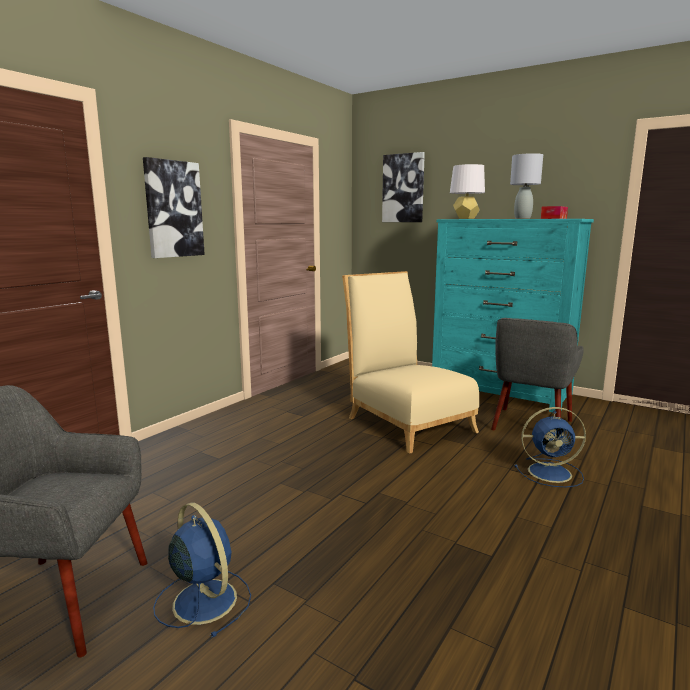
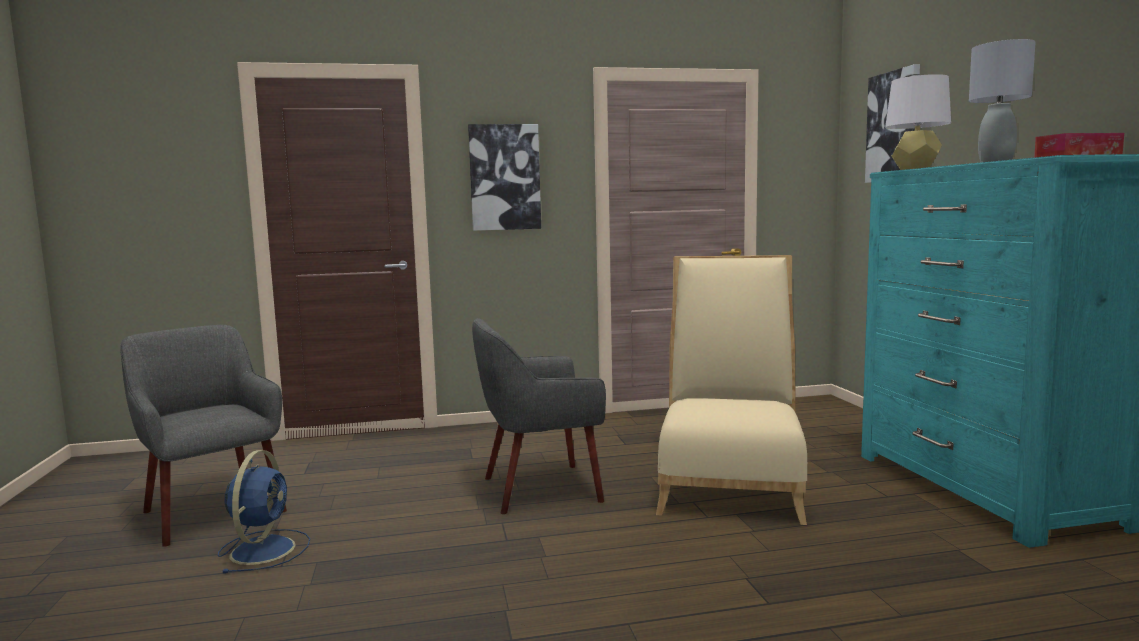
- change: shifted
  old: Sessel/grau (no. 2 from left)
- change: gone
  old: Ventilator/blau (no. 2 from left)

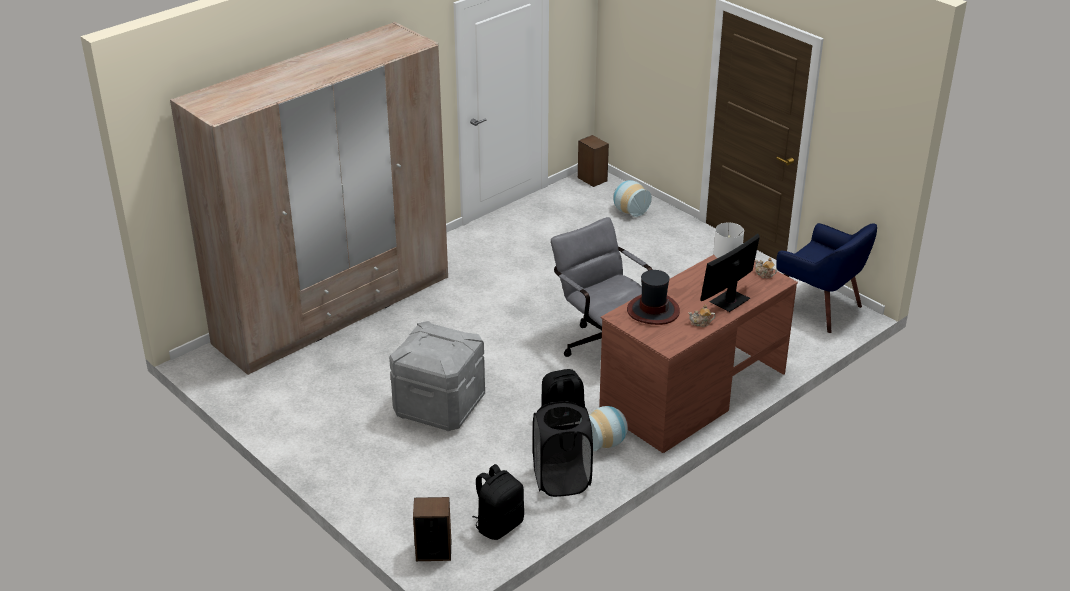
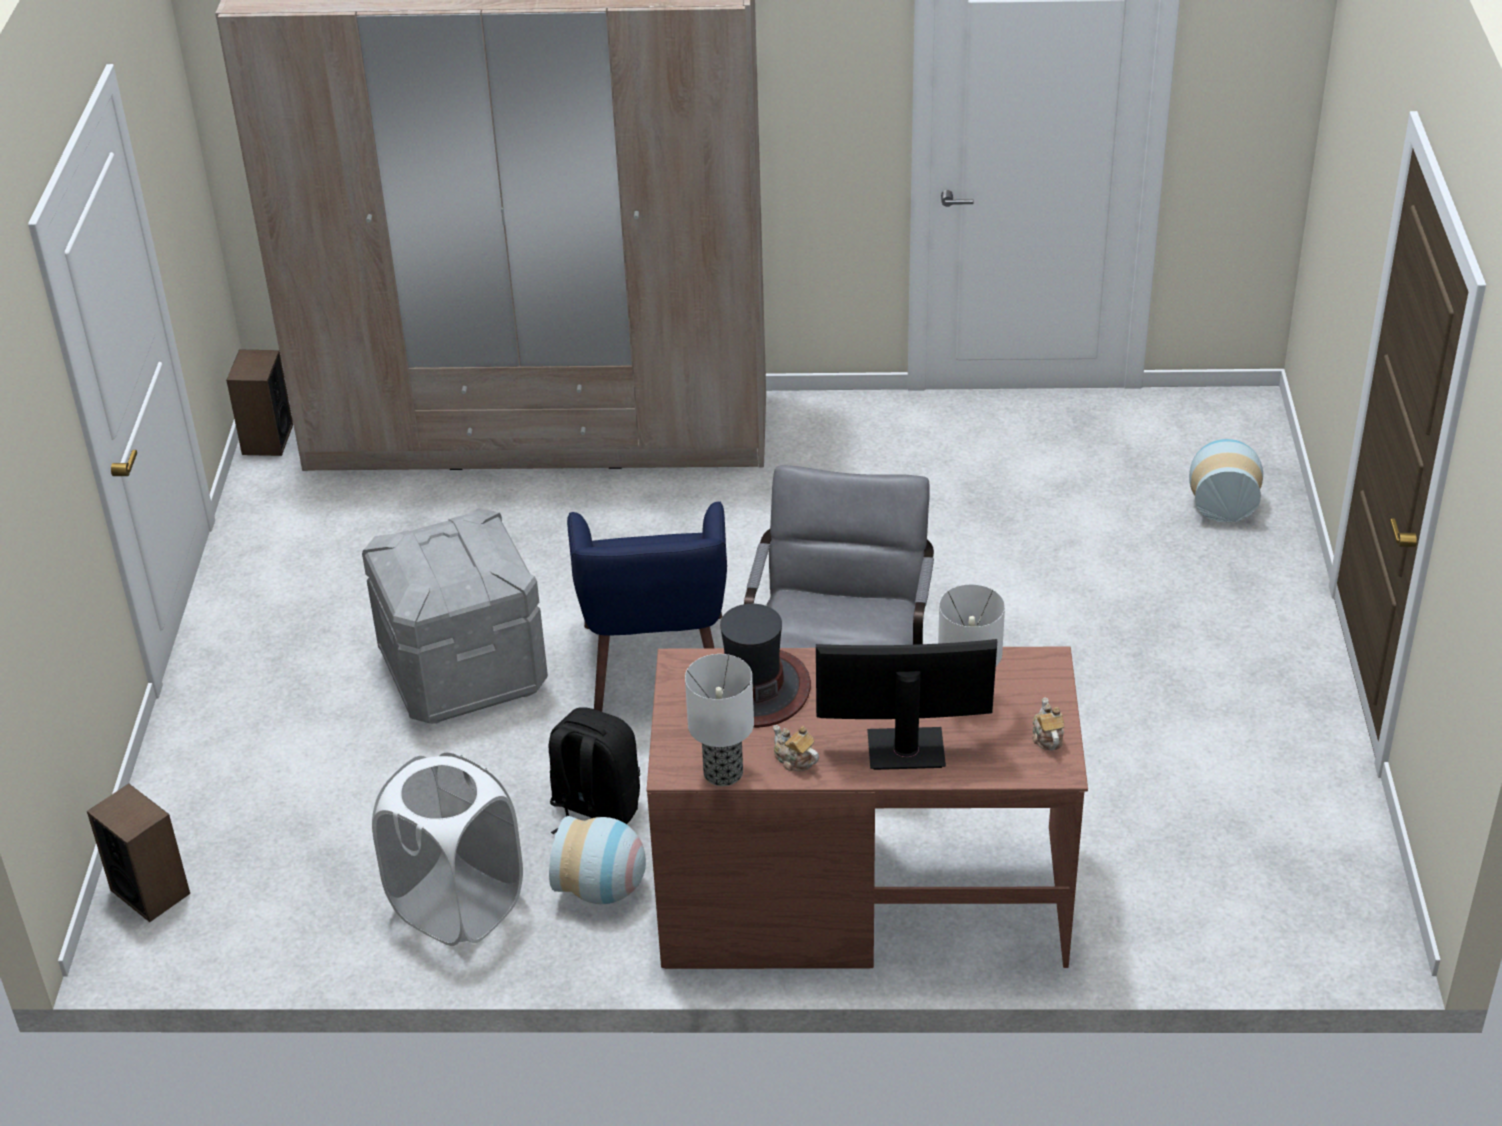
- change: shifted
  old: Lautsprecher (no. 2 from left)
- change: shifted
  old: Sessel/blau
- change: repainted
  old: Wäschekorb/schwarz
  new: Wäschekorb/weiß
- change: gone
  old: Rucksack/schwarz (no. 1 from left)
- change: new
  new: Tischlampe (no. 1 from left)

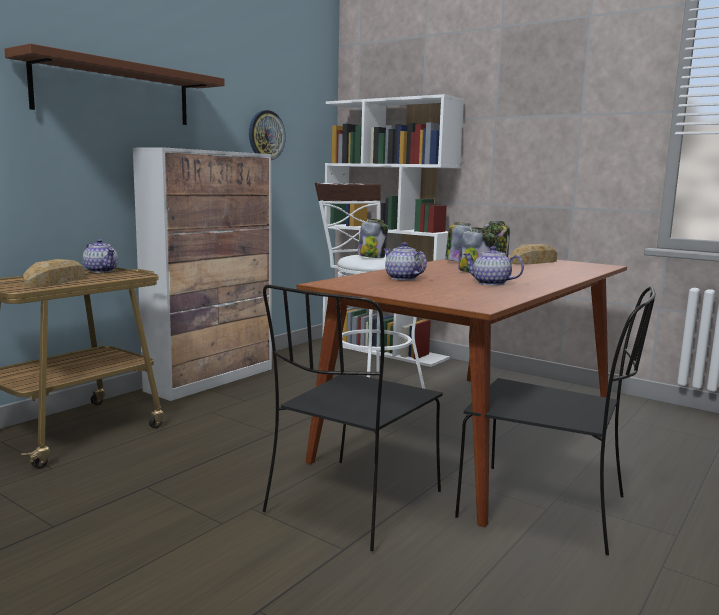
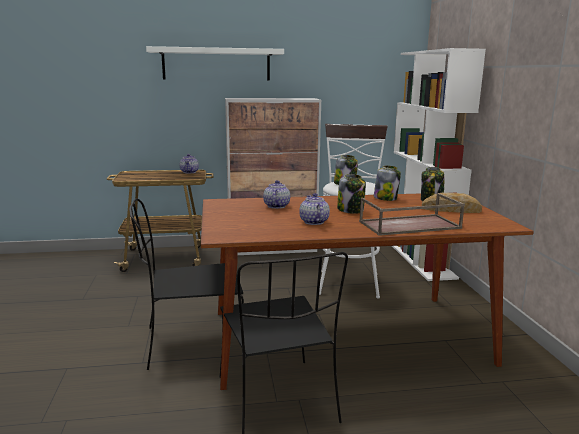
- change: repainted
  old: Wandregal/braun
  new: Wandregal/weiß
- change: gone
  old: Wanduhr
- change: gone
  old: Brot (no. 1 from left)
- change: new
  new: Tablett/braun

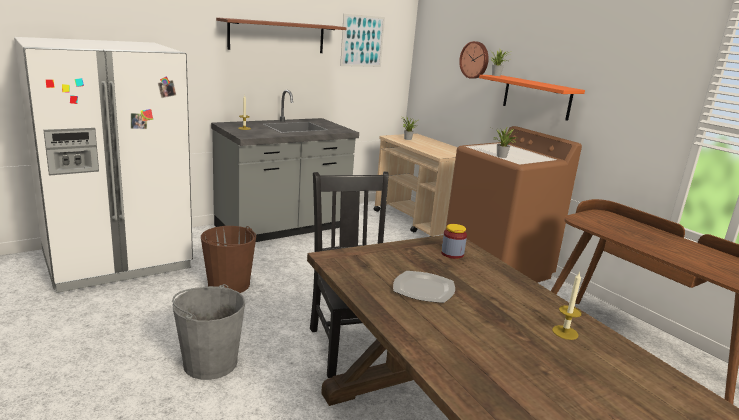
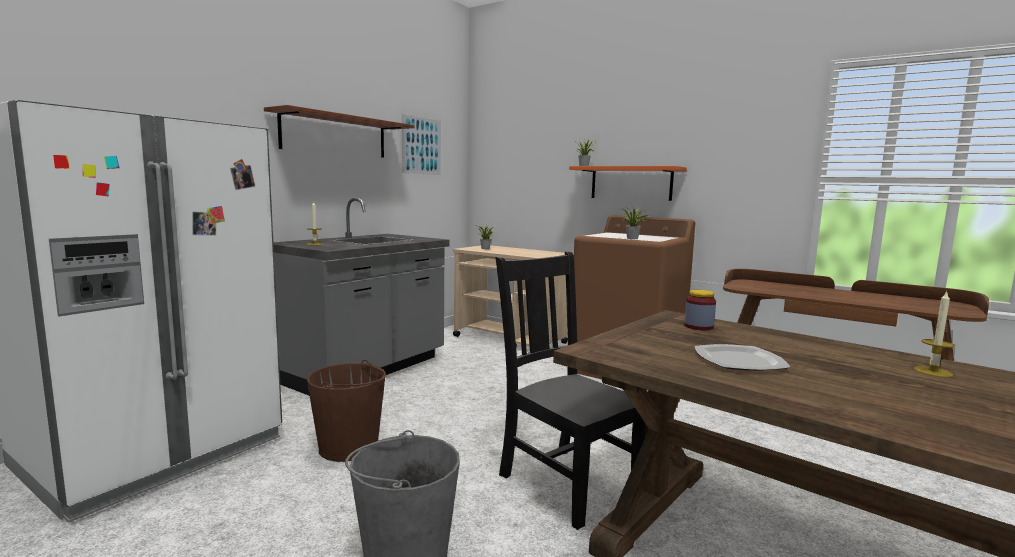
- change: gone
  old: Wanduhr

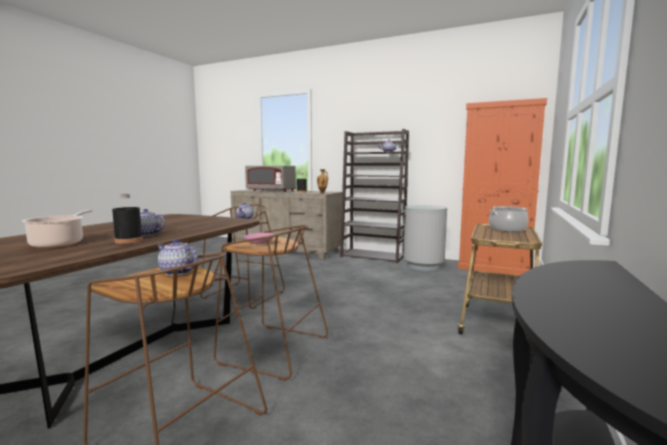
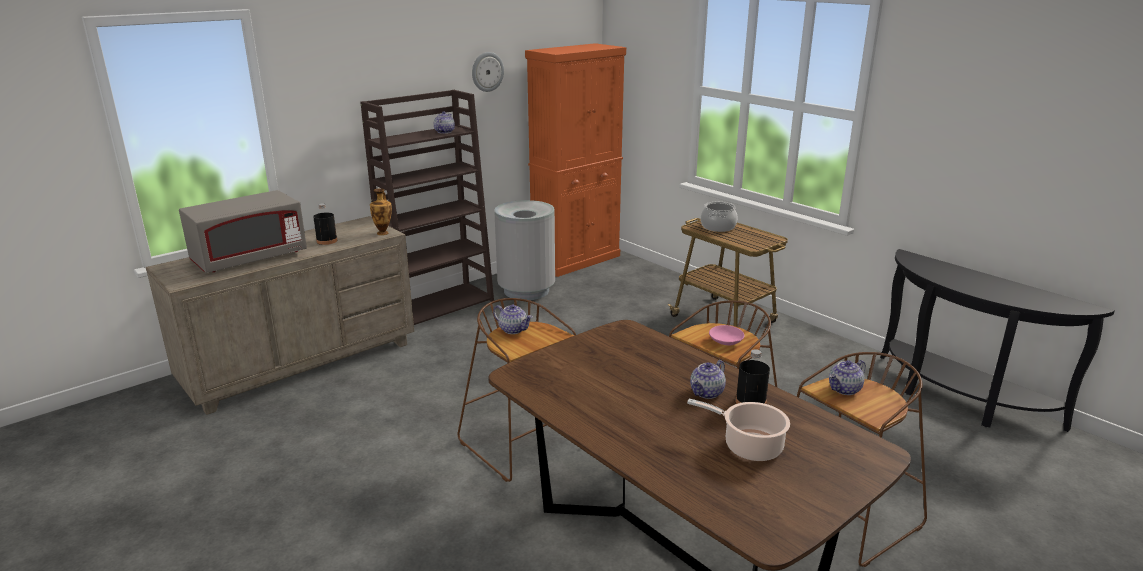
- change: new
  new: Wanduhr

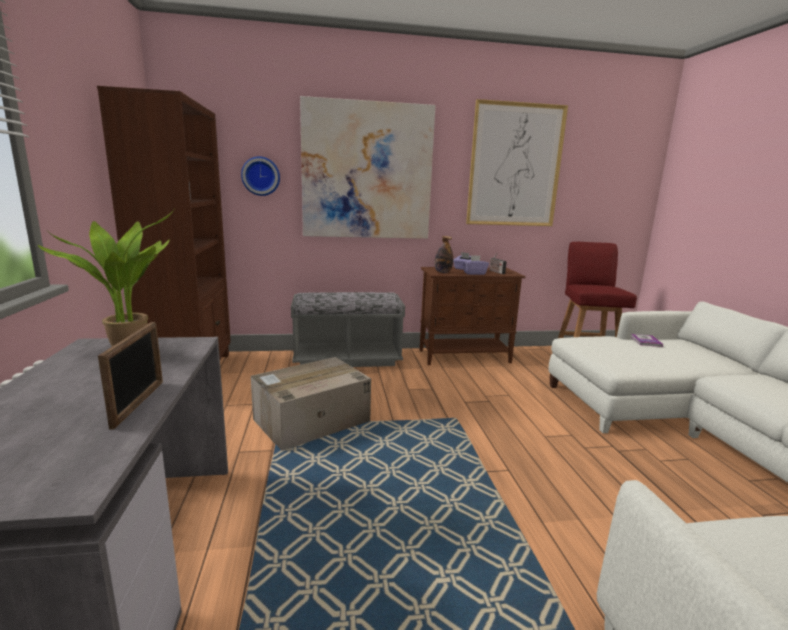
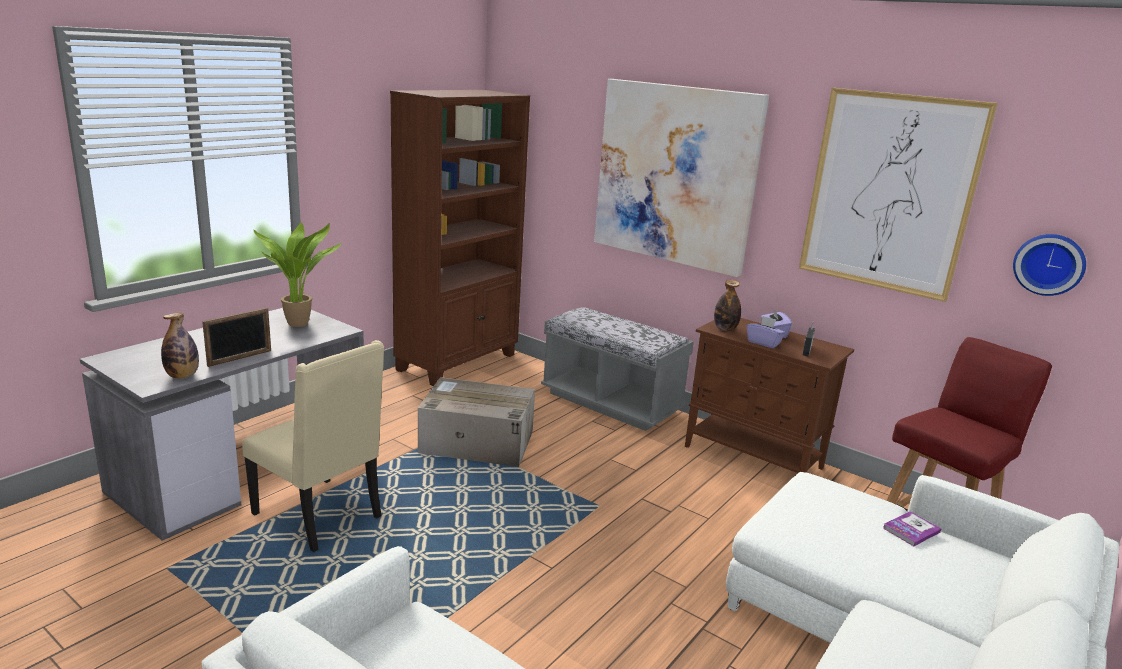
- change: shifted
  old: Wanduhr
- change: new
  new: Flasche (no. 1 from left)
- change: new
  new: Stuhl/beige

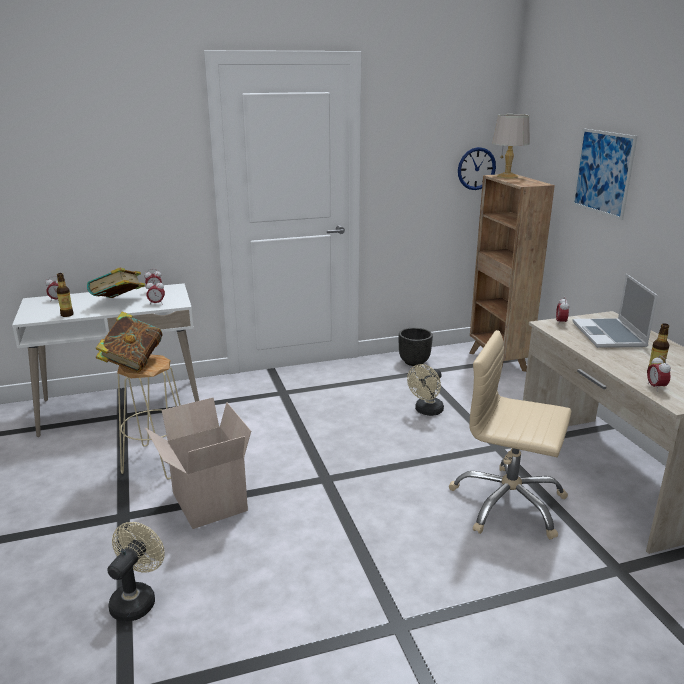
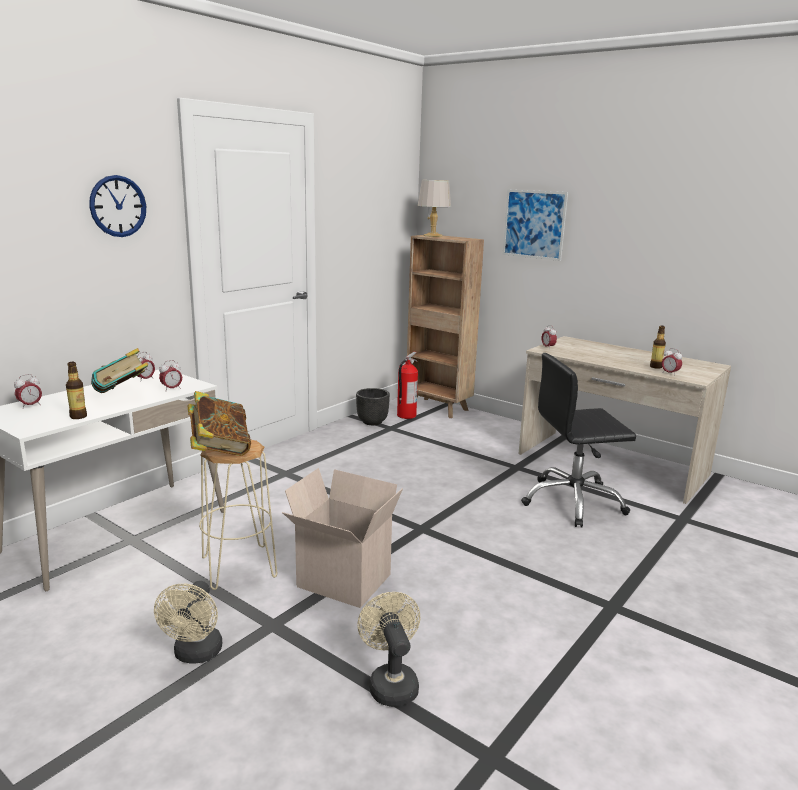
- change: shifted
  old: Wanduhr
- change: gone
  old: Laptop
- change: repainted
  old: Bürostuhl/beige
  new: Bürostuhl/schwarz
- change: shifted
  old: Ventilator/beige (no. 2 from left in the first image)
  new: Ventilator/beige (no. 1 from left)
- change: new
  new: Feuerlöscher

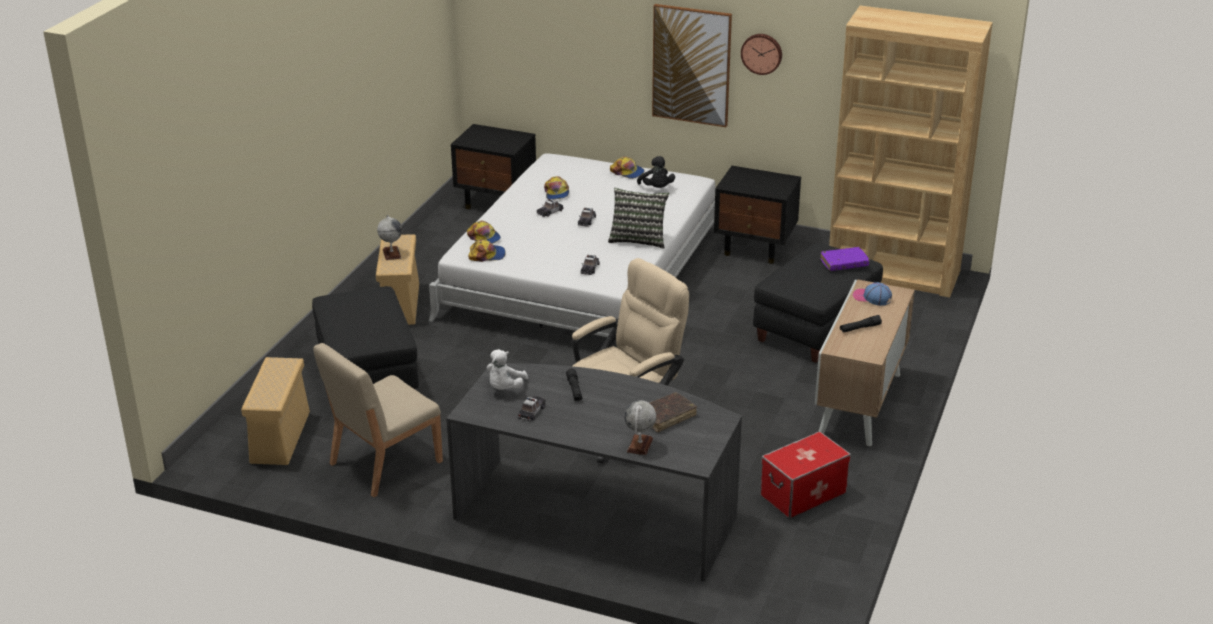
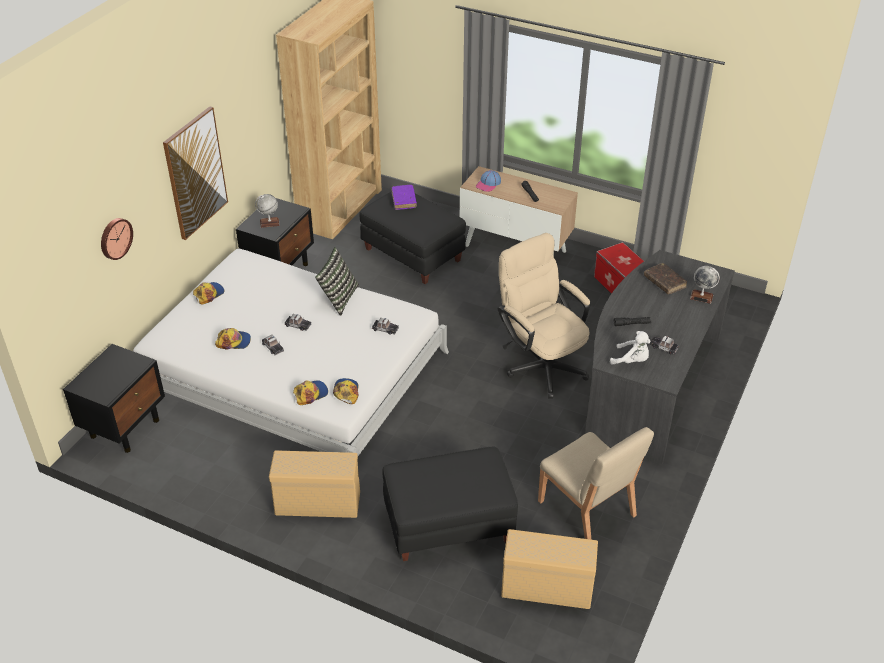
- change: shifted
  old: Wanduhr
- change: gone
  old: Plüschtier/schwarz
- change: shifted
  old: Globus (no. 1 from left)

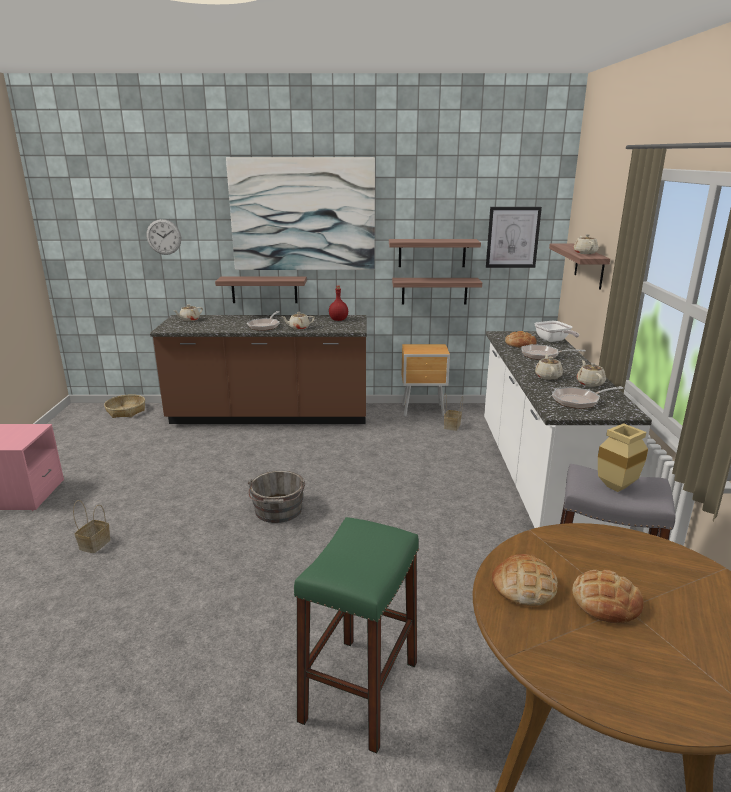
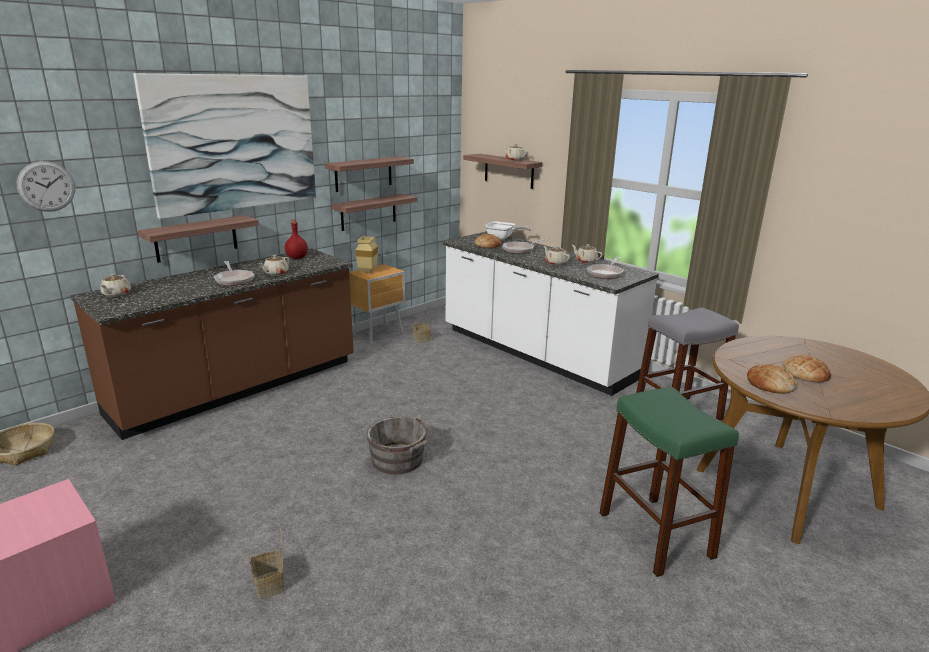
- change: gone
  old: Bild (no. 2 from left)
- change: shifted
  old: Vase/beige

